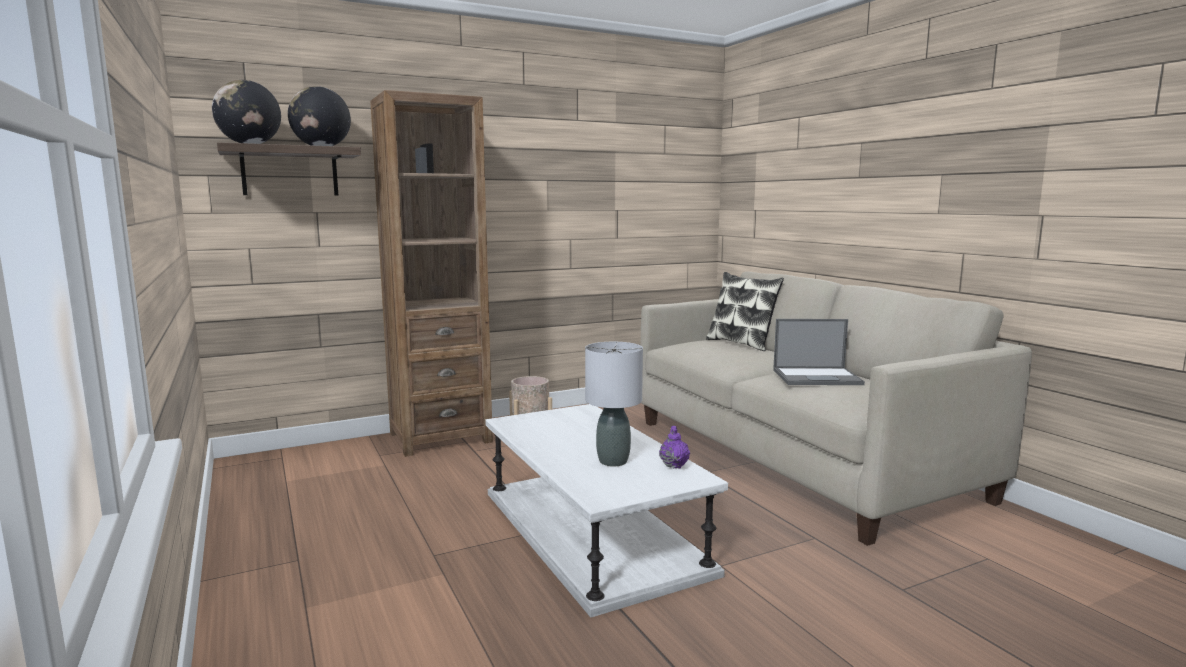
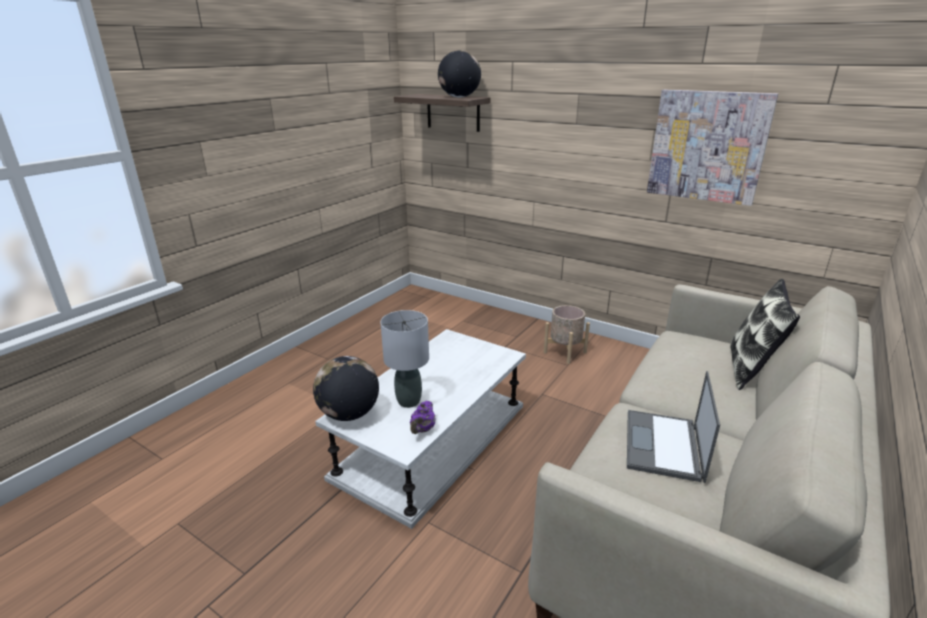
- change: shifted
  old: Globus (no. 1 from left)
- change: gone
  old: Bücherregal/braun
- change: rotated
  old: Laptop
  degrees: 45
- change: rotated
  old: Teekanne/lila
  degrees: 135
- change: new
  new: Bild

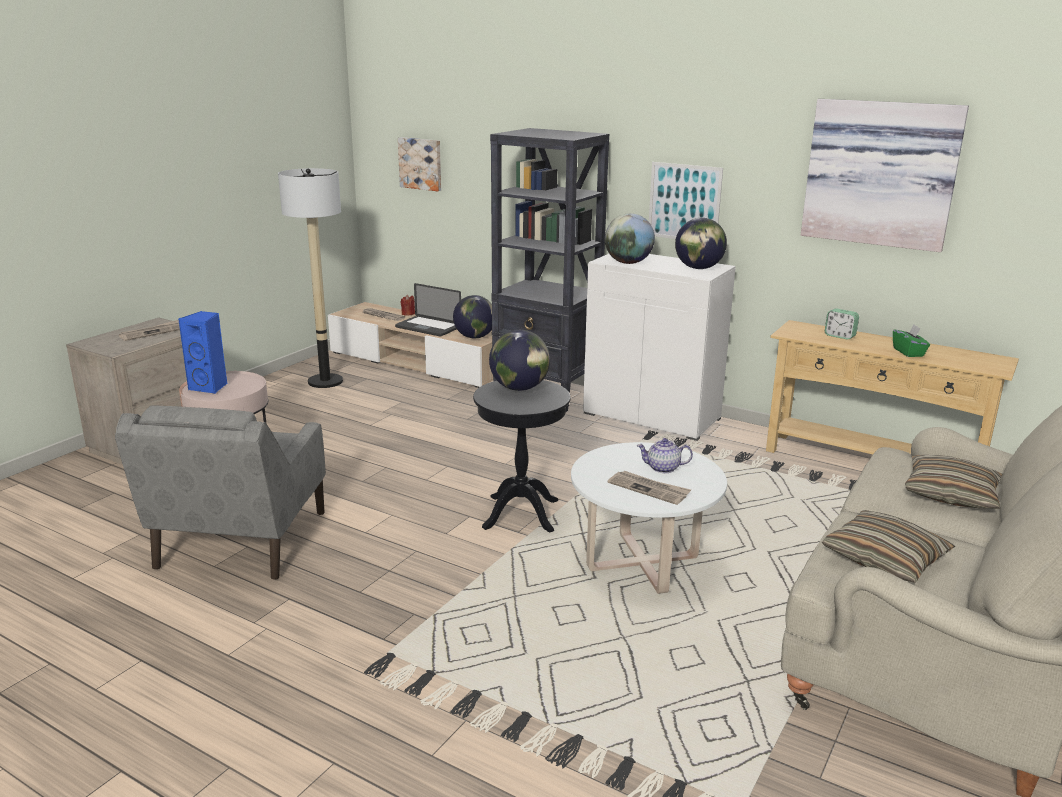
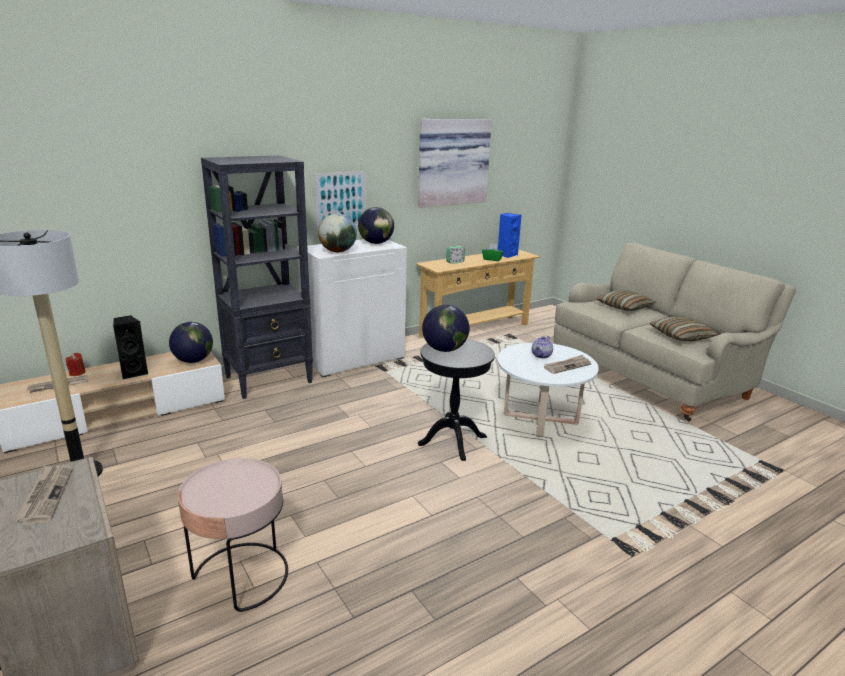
- change: gone
  old: Bild (no. 1 from left)
- change: swapped
  old: Laptop
  new: Lautsprecher/schwarz
- change: shifted
  old: Lautsprecher/blau
- change: gone
  old: Sessel/grau

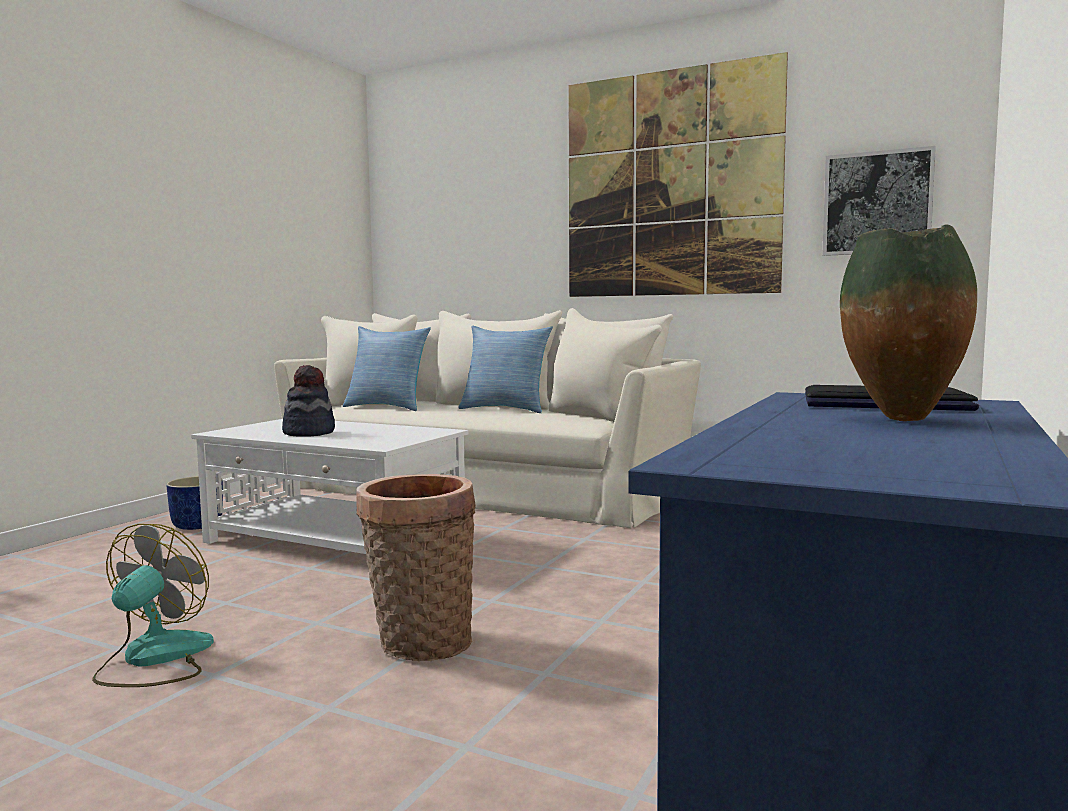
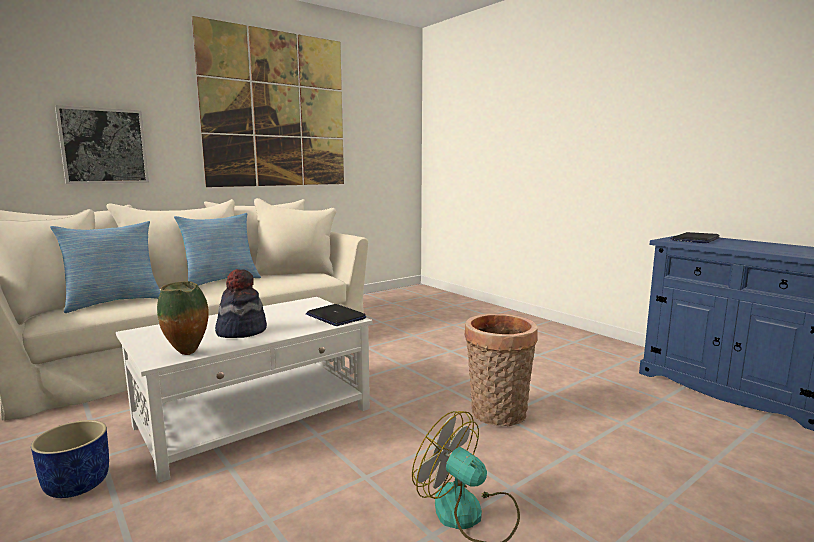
- change: shifted
  old: Bild (no. 2 from left in the first image)
  new: Bild (no. 1 from left)
- change: shifted
  old: Vase
- change: new
  new: Laptop (no. 1 from left)

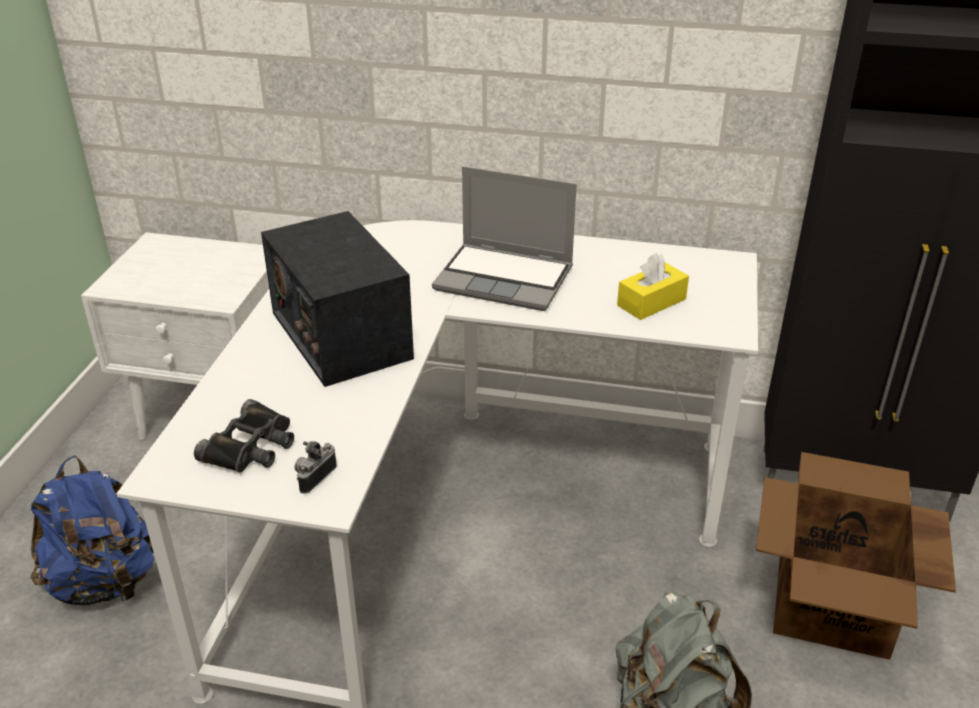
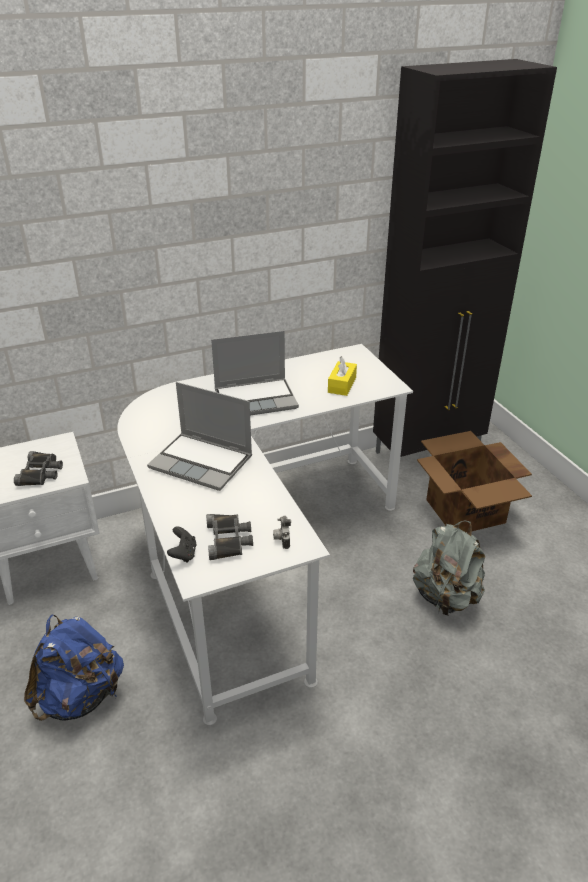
- change: swapped
  old: Radio
  new: Laptop (no. 1 from left)
- change: new
  new: Fernglas/schwarz (no. 1 from left)
- change: new
  new: Gamepad/schwarz

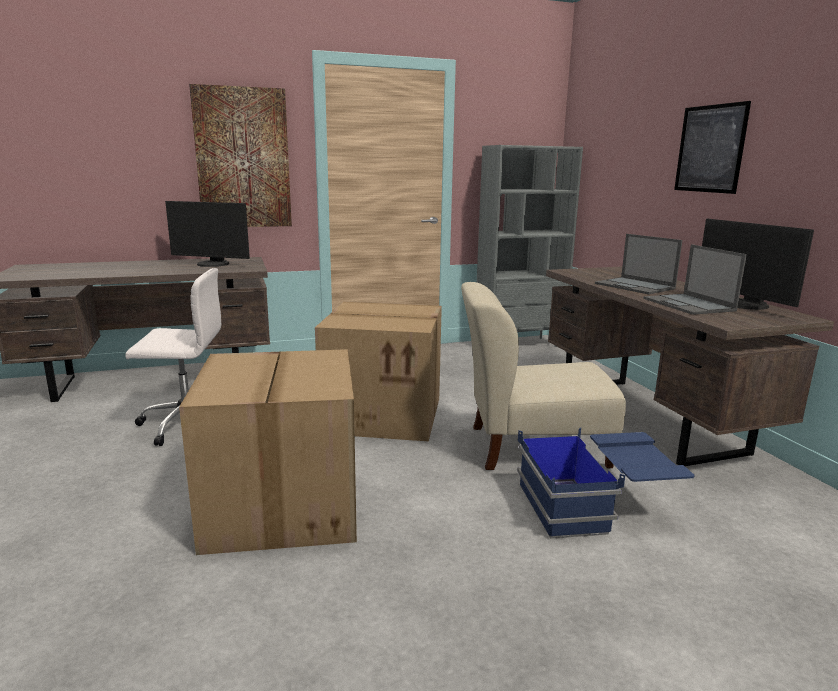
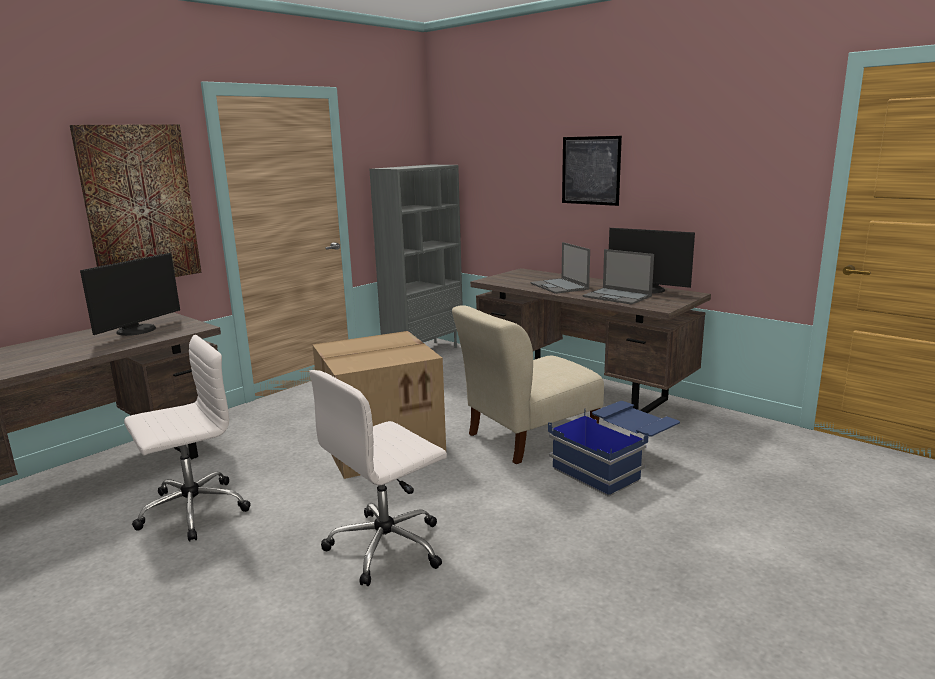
- change: rotated
  old: Monitor (no. 1 from left)
  degrees: -45
- change: rotated
  old: Laptop (no. 1 from left)
  degrees: 45
- change: swapped
  old: Karton (no. 1 from left)
  new: Bürostuhl/weiß (no. 2 from left)

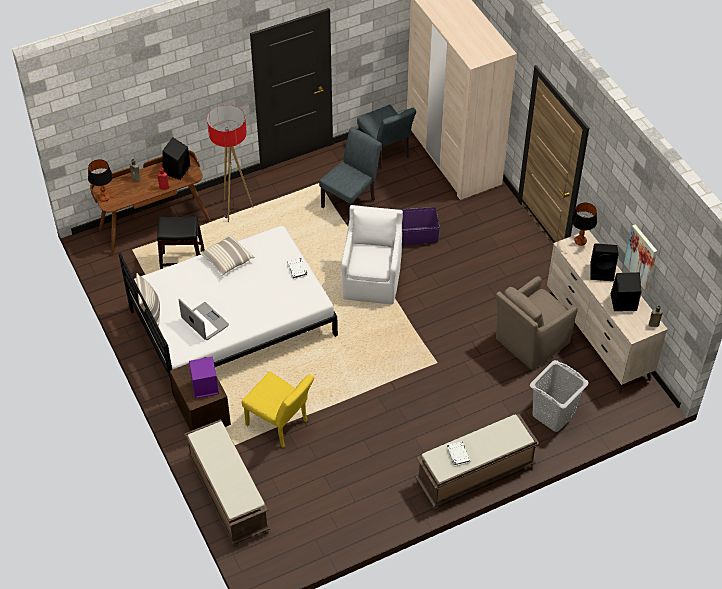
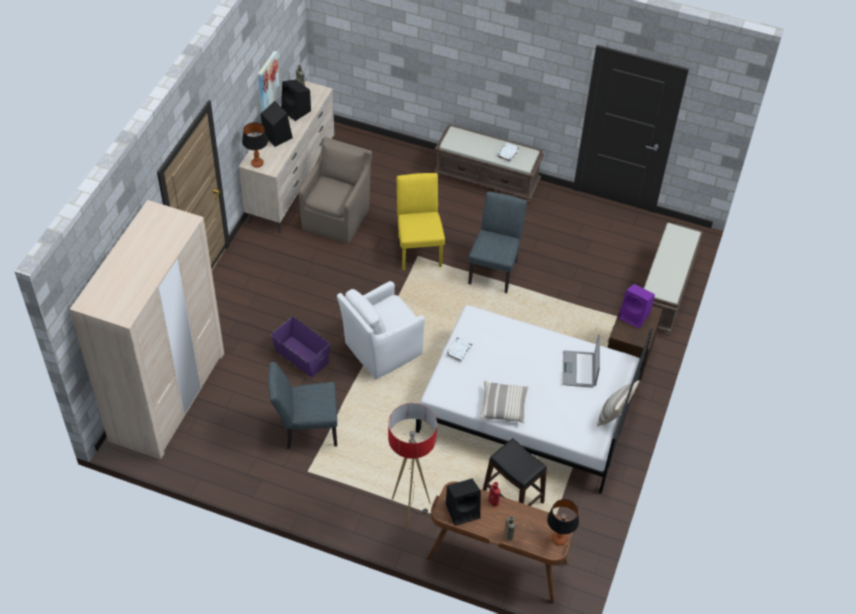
- change: shifted
  old: Stuhl/grau (no. 2 from left)
- change: rotated
  old: Sessel/braun
  degrees: -75
- change: gone
  old: Wäschekorb/grau
- change: shifted
  old: Stuhl/gelb

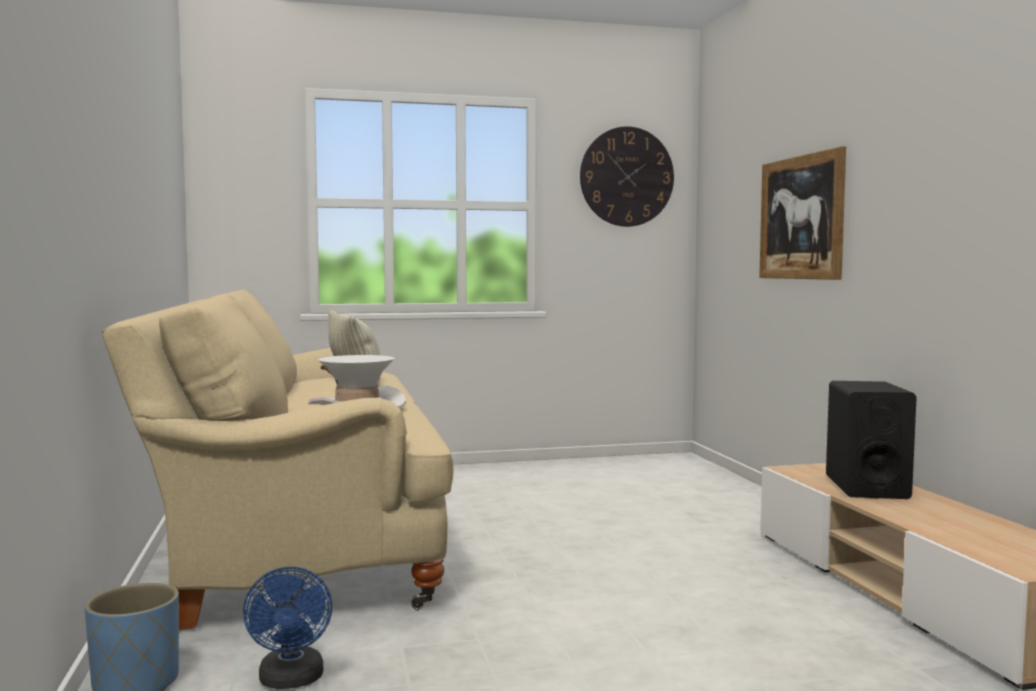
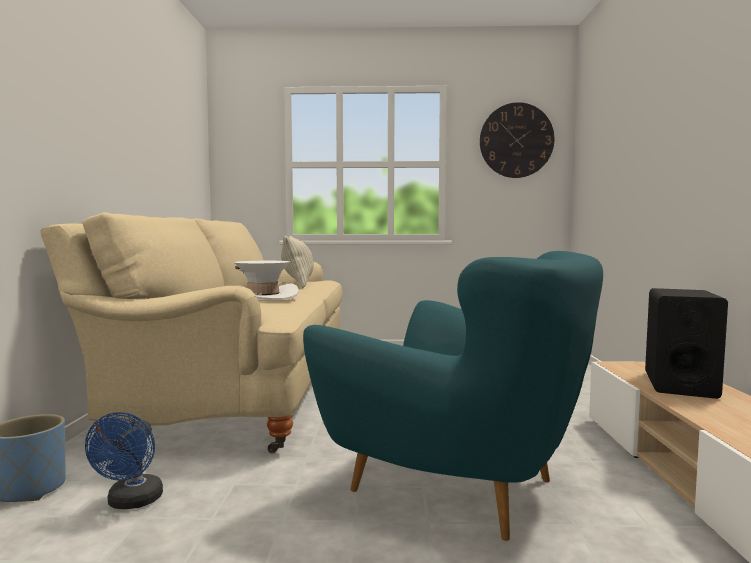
- change: gone
  old: Bild
- change: new
  new: Sessel/türkis

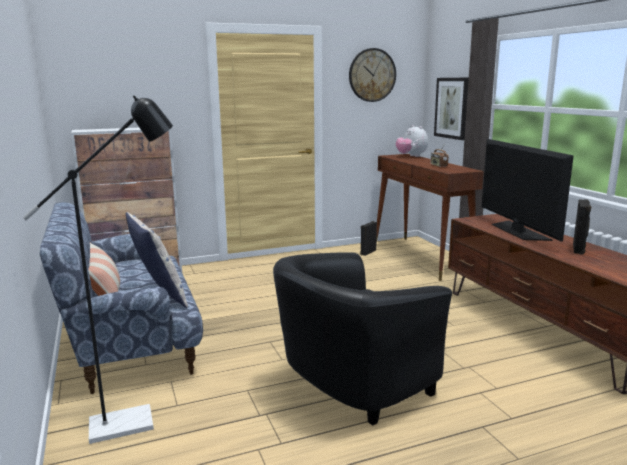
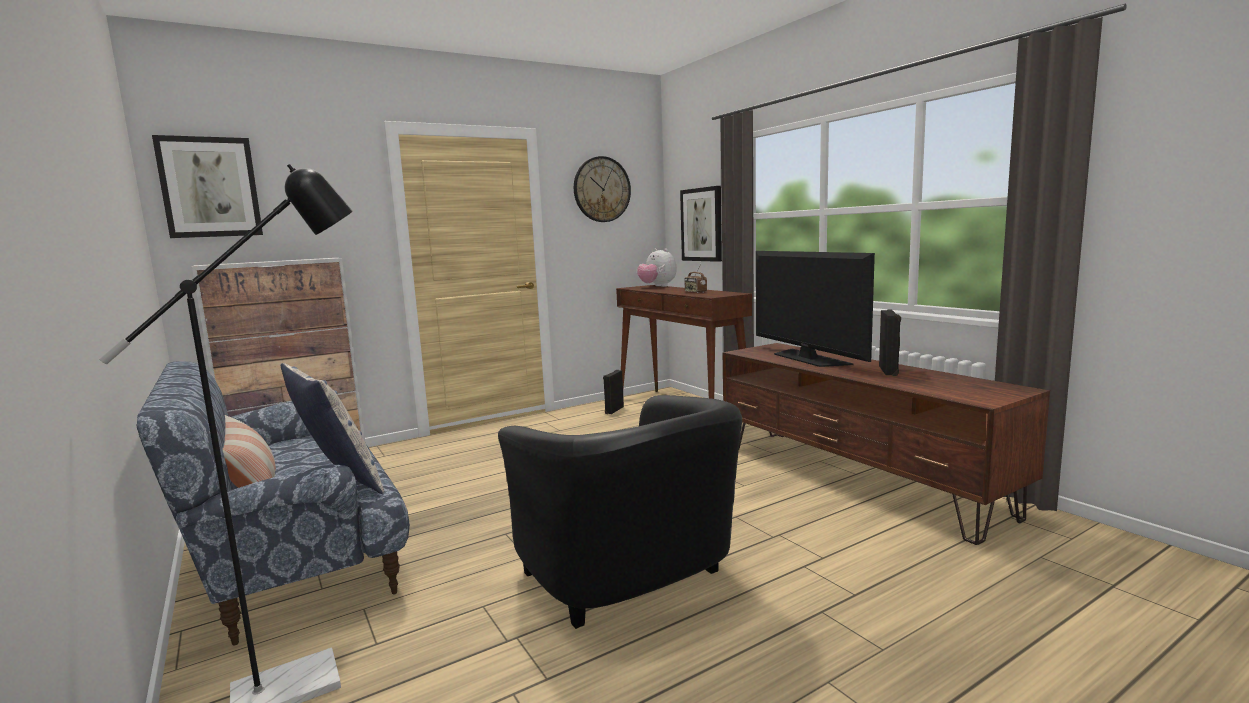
- change: rotated
  old: Sessel/schwarz
  degrees: -75
- change: new
  new: Bild (no. 1 from left)

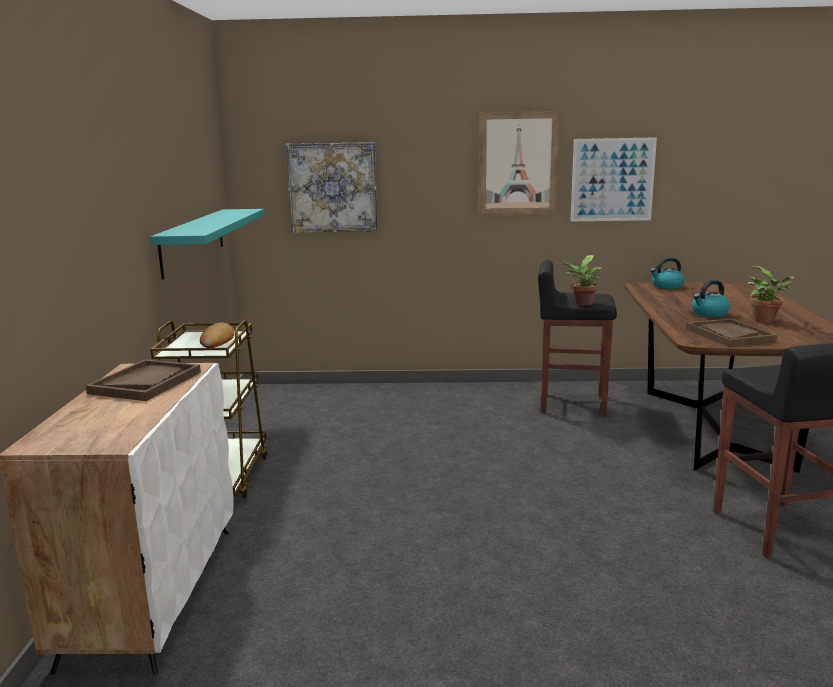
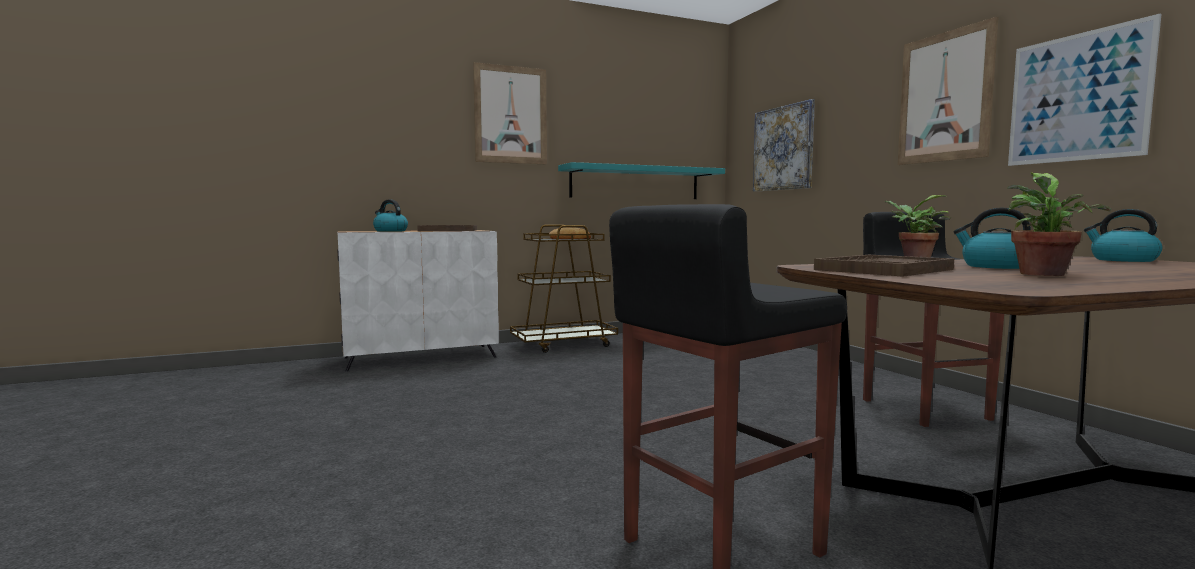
- change: new
  new: Bild (no. 1 from left)
- change: new
  new: Wasserkessel (no. 1 from left)

